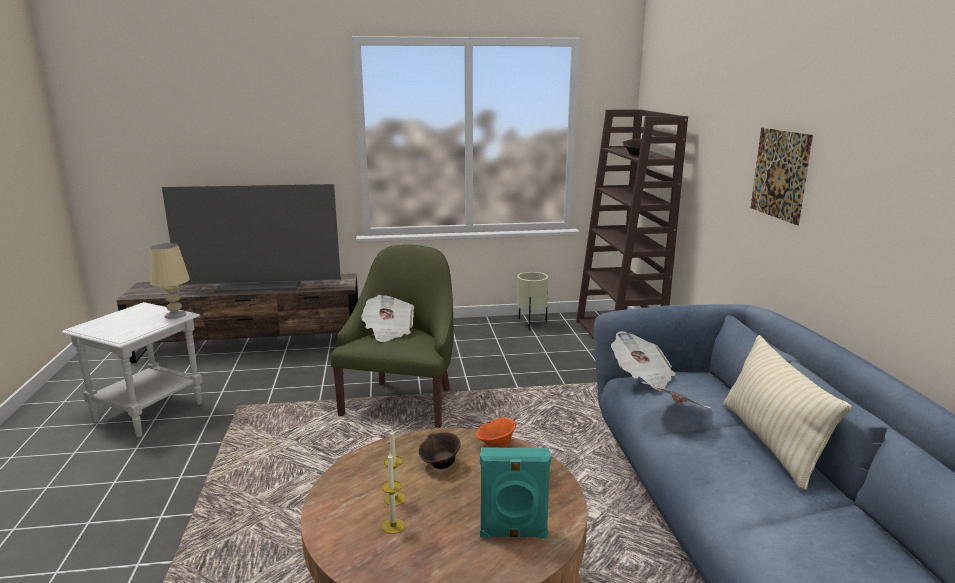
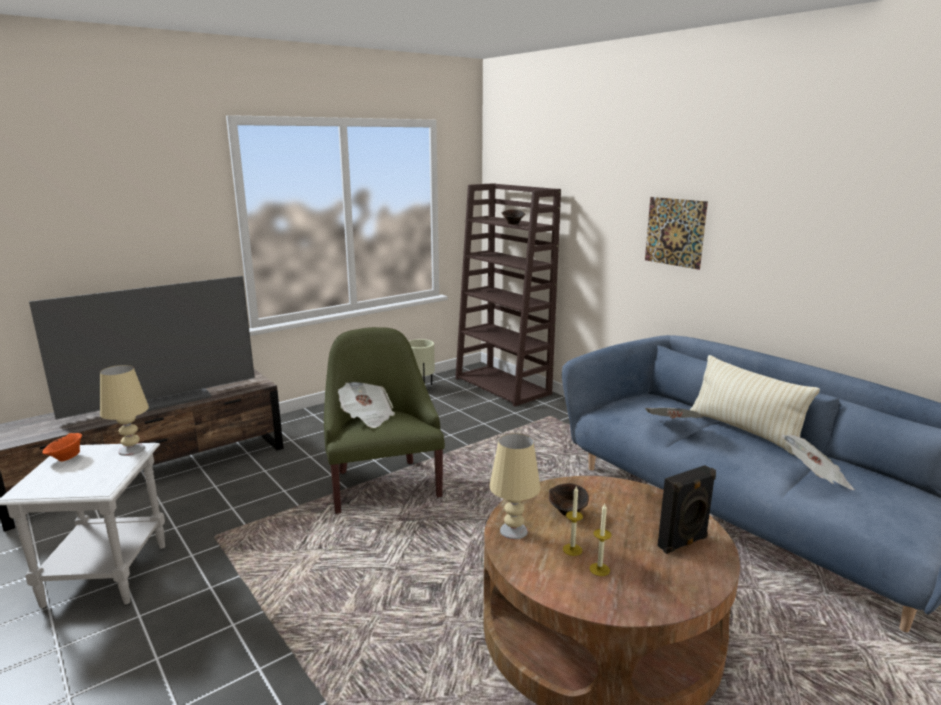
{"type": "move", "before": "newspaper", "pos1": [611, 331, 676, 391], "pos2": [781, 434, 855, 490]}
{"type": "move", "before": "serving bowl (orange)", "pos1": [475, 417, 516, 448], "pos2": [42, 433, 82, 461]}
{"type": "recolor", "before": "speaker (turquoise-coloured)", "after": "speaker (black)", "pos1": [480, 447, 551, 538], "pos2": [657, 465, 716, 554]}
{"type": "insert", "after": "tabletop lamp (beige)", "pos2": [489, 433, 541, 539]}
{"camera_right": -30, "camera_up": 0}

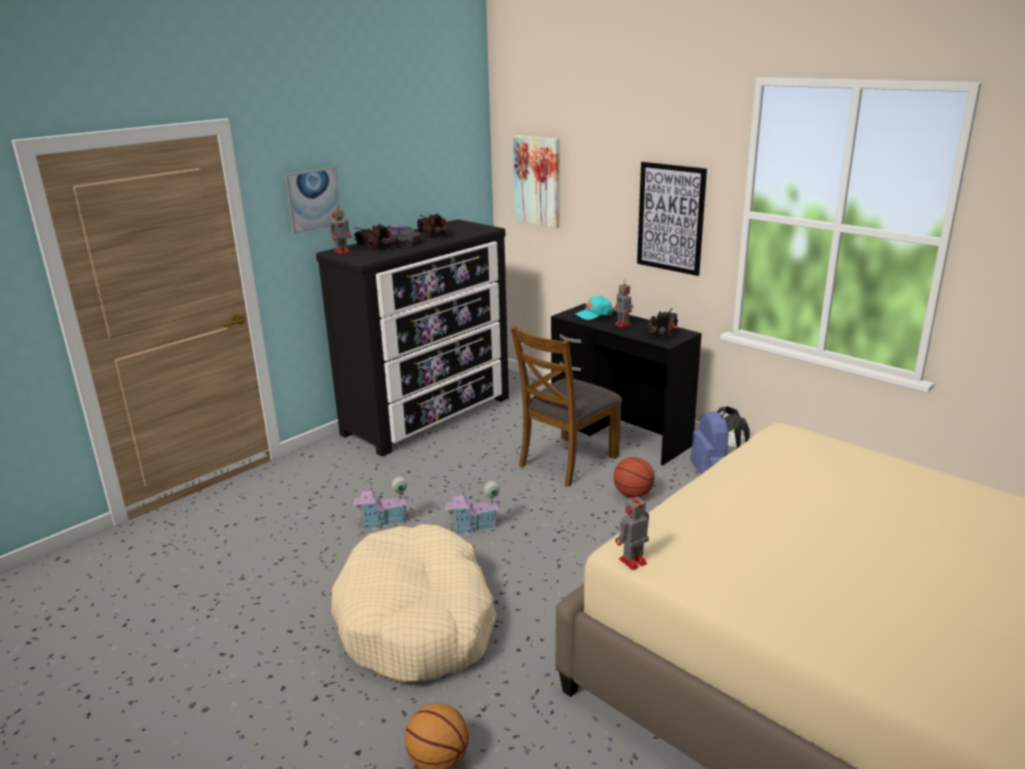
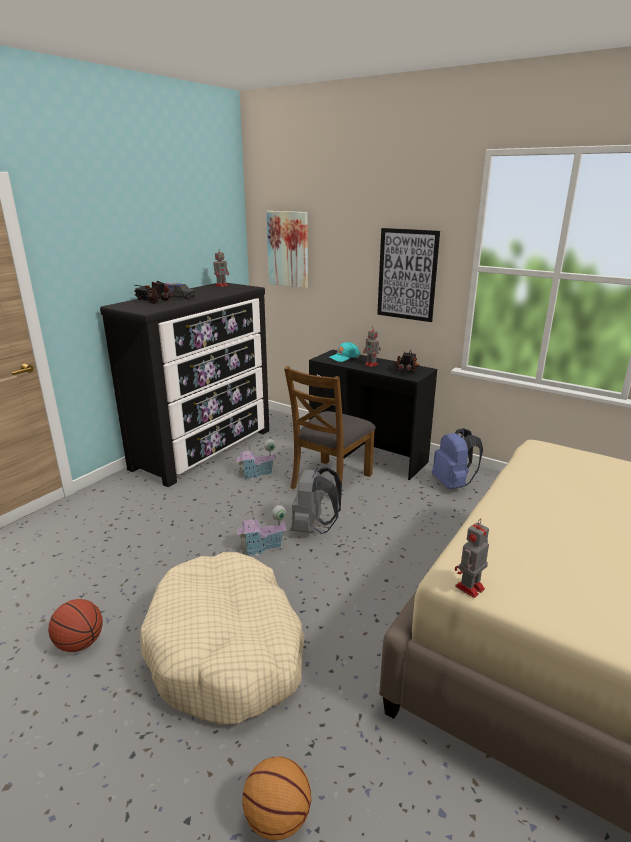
{"type": "delete", "before": "wall art", "pos1": [284, 167, 340, 233]}
{"type": "move", "before": "toy robot", "pos1": [329, 204, 351, 254], "pos2": [214, 248, 229, 287]}
{"type": "delete", "before": "toy lorry", "pos1": [416, 213, 449, 237]}
{"type": "move", "before": "basketball", "pos1": [613, 457, 655, 498], "pos2": [48, 599, 103, 652]}
{"type": "move", "before": "model house", "pos1": [353, 477, 409, 530], "pos2": [236, 439, 276, 480]}
{"type": "insert", "after": "backpack (gray)", "pos2": [291, 467, 342, 534]}
{"camera_right": -10, "camera_up": 0}

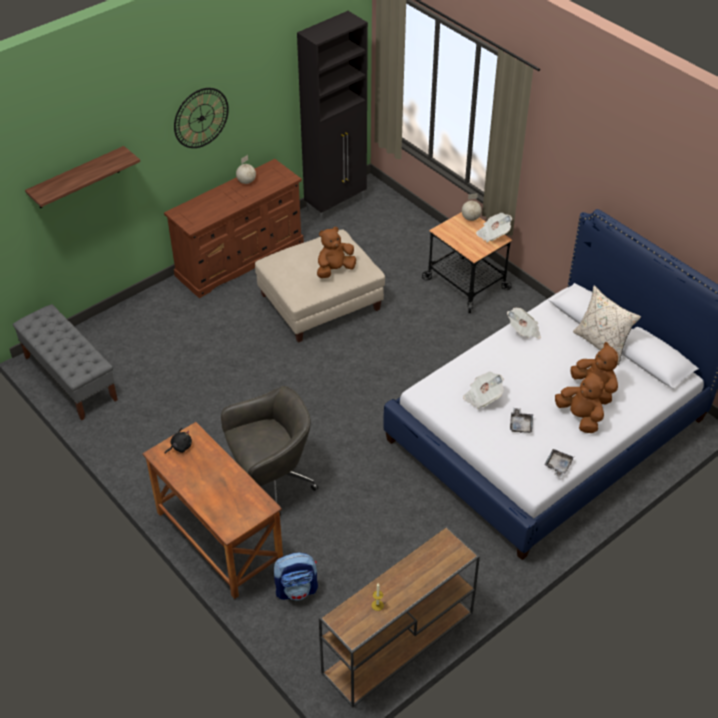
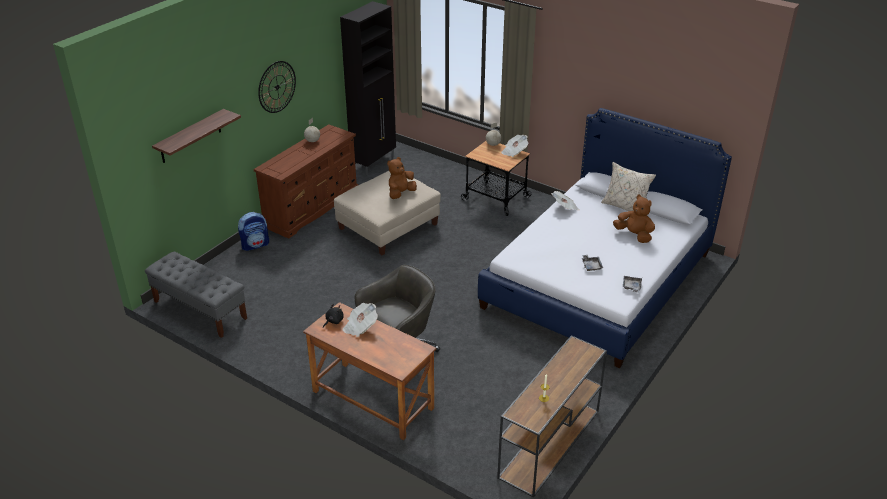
{"type": "delete", "before": "cuddly toy (brown-coloured)", "pos1": [555, 370, 604, 433]}
{"type": "move", "before": "newspaper", "pos1": [463, 371, 504, 409], "pos2": [342, 303, 378, 337]}
{"type": "move", "before": "backpack", "pos1": [274, 552, 318, 600], "pos2": [238, 212, 269, 251]}
{"camera_right": -15, "camera_up": -10}

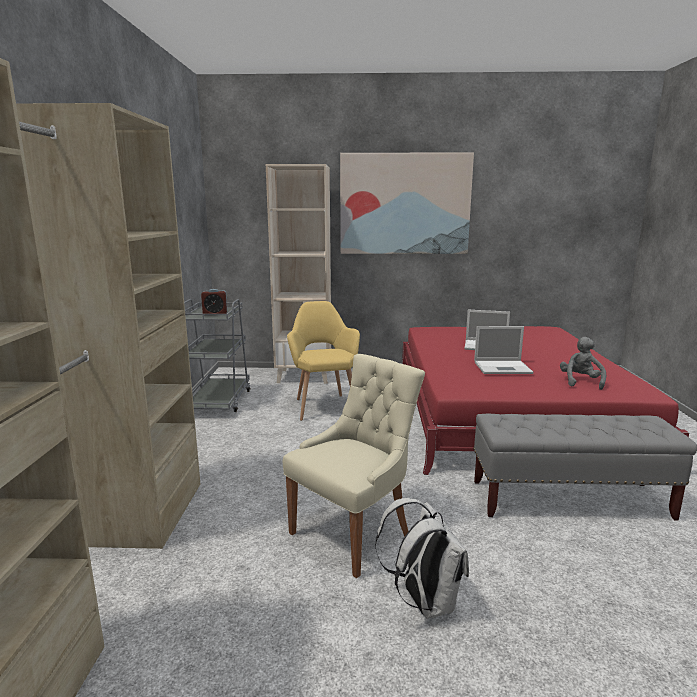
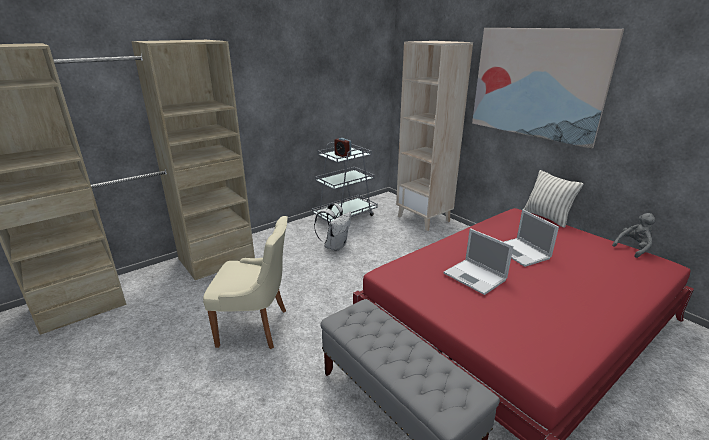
{"type": "delete", "before": "lounge chair (yellowish)", "pos1": [287, 301, 360, 421]}
{"type": "move", "before": "cuddly toy (gray)", "pos1": [560, 337, 606, 390], "pos2": [612, 213, 655, 258]}
{"type": "move", "before": "backpack (whitish)", "pos1": [375, 498, 469, 619], "pos2": [314, 203, 351, 251]}
{"type": "insert", "after": "cushion", "pos2": [523, 170, 583, 227]}
{"camera_right": 50, "camera_up": 10}

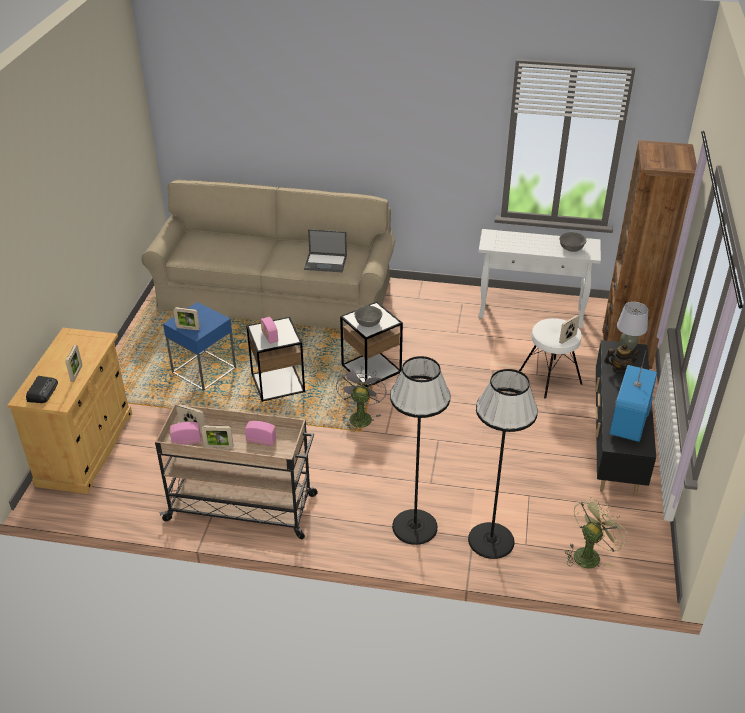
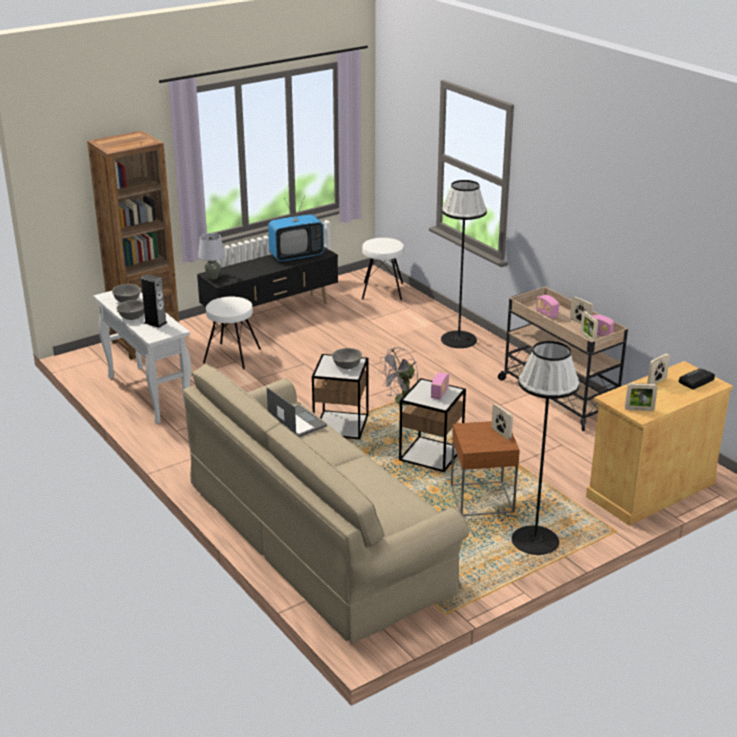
{"type": "recolor", "before": "side table (blue-coloured)", "after": "side table (brown-coloured)", "pos1": [163, 302, 236, 391], "pos2": [451, 421, 520, 516]}
{"type": "move", "before": "standing frame", "pos1": [559, 315, 580, 344], "pos2": [625, 383, 658, 411]}
{"type": "delete", "before": "pot for tea", "pos1": [604, 344, 640, 373]}
{"type": "move", "before": "floor lamp (black)", "pos1": [468, 369, 538, 559], "pos2": [512, 341, 580, 555]}
{"type": "replace", "before": "electric fan (green)", "after": "stool (whitish)", "pos1": [565, 497, 628, 568], "pos2": [362, 238, 404, 300]}
{"type": "insert", "after": "speaker", "pos2": [141, 274, 168, 328]}
{"type": "insert", "after": "serving bowl (gray)", "pos2": [116, 300, 144, 320]}
{"camera_right": -135, "camera_up": -10}

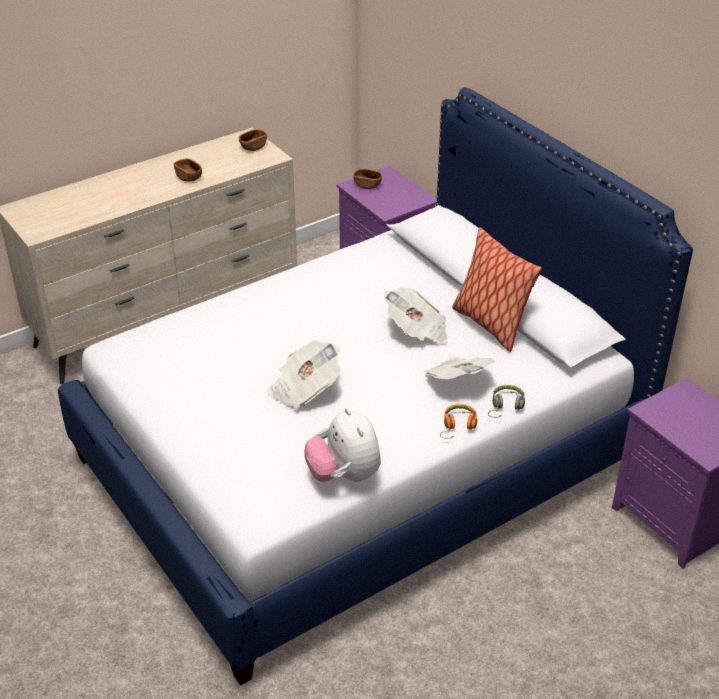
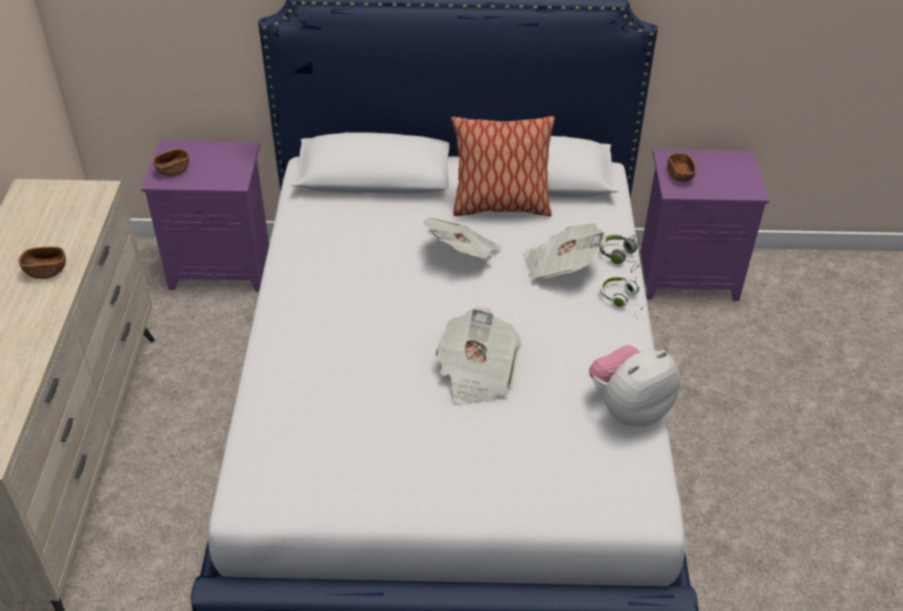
{"type": "move", "before": "serving bowl (brown-coloured)", "pos1": [239, 129, 267, 151], "pos2": [667, 153, 696, 182]}
{"type": "recolor", "before": "pair of headphones (orange)", "after": "pair of headphones (whitish)", "pos1": [440, 404, 477, 439], "pos2": [600, 276, 643, 316]}
{"type": "rotate", "before": "cuddly toy", "pos1": [304, 408, 381, 482], "pos2": [589, 345, 680, 426], "turn": 135}
{"camera_right": -55, "camera_up": 5}

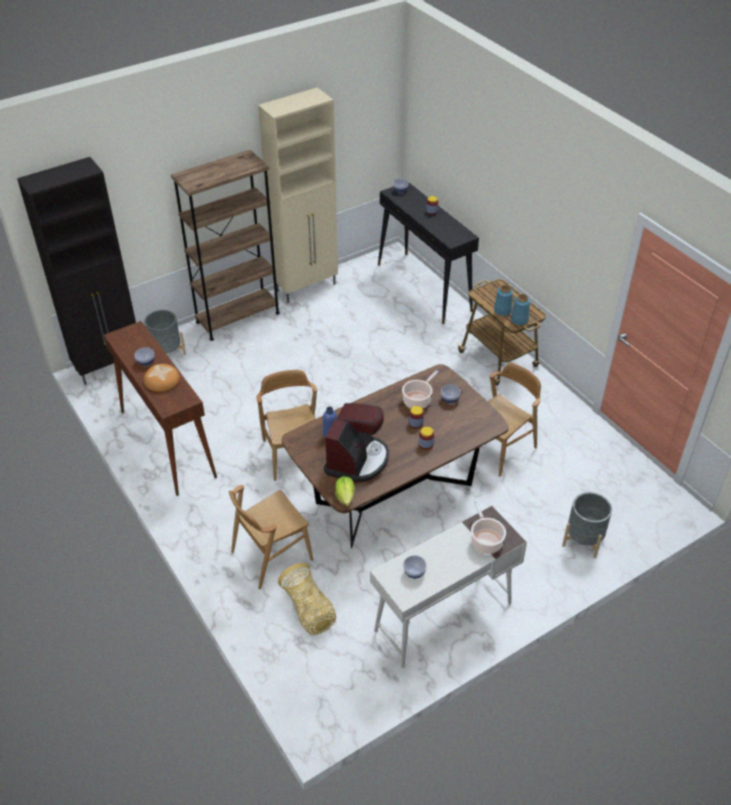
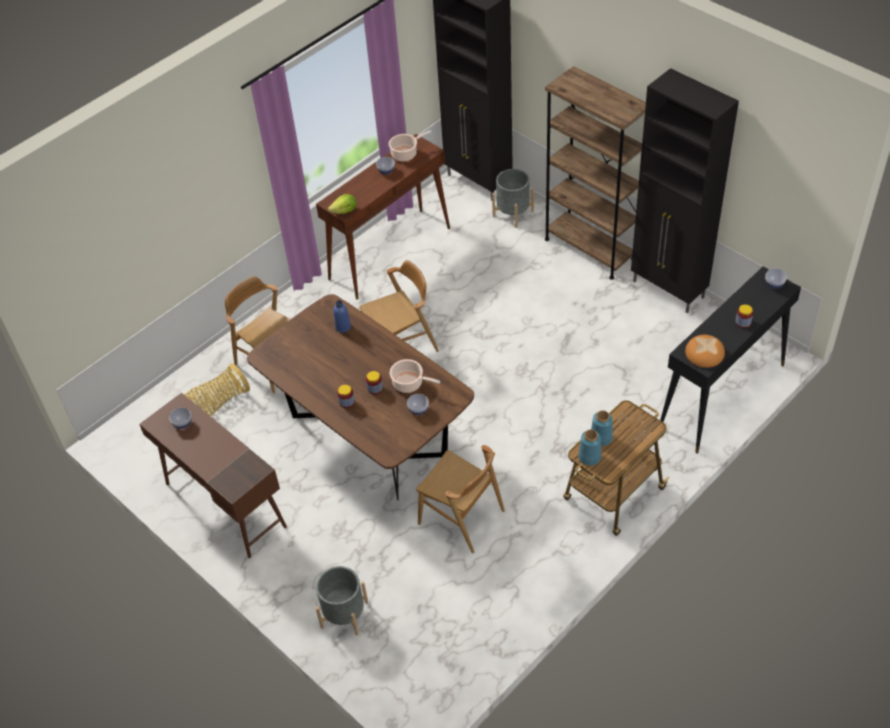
{"type": "recolor", "before": "cupboard (beige)", "after": "cupboard (black)", "pos1": [258, 87, 338, 303], "pos2": [631, 68, 739, 313]}
{"type": "move", "before": "bakery bread", "pos1": [144, 364, 180, 392], "pos2": [685, 335, 725, 368]}
{"type": "delete", "before": "coffee machine", "pos1": [324, 403, 389, 482]}
{"type": "move", "before": "lettuce head", "pos1": [335, 476, 355, 506], "pos2": [328, 194, 357, 214]}
{"type": "move", "before": "saucepot", "pos1": [471, 501, 506, 554], "pos2": [389, 130, 432, 162]}
{"type": "recolor", "before": "desk table (whitish)", "after": "desk table (brown-coloured)", "pos1": [370, 506, 527, 668], "pos2": [139, 393, 287, 558]}
{"camera_right": 80, "camera_up": 5}

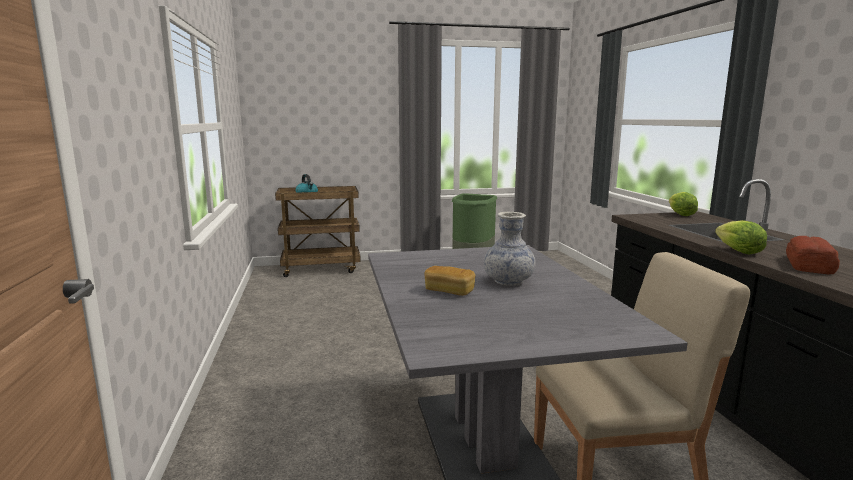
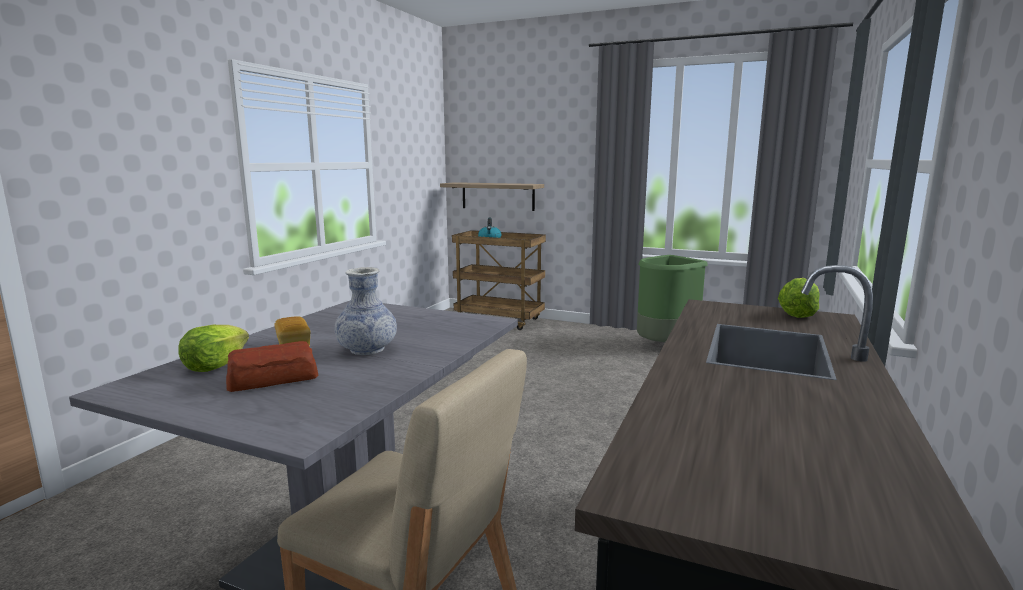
{"type": "move", "before": "lettuce head", "pos1": [715, 220, 767, 255], "pos2": [178, 325, 249, 372]}
{"type": "move", "before": "bakery bread", "pos1": [786, 236, 840, 274], "pos2": [226, 341, 318, 392]}
{"type": "insert", "after": "bracket shelf", "pos2": [440, 182, 544, 211]}
{"camera_right": 35, "camera_up": 0}

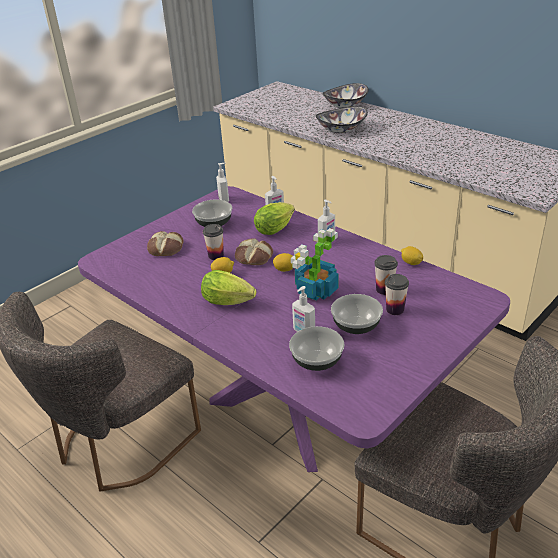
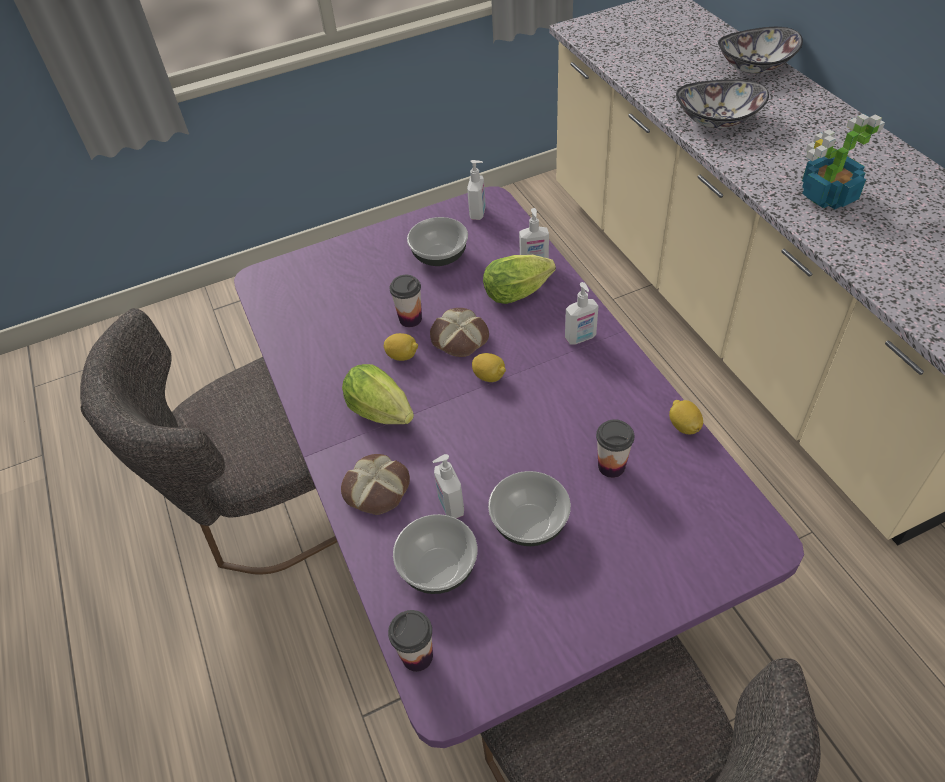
{"type": "move", "before": "potted plant", "pos1": [291, 228, 339, 300], "pos2": [802, 114, 885, 209]}
{"type": "move", "before": "bakery bread", "pos1": [147, 231, 184, 256], "pos2": [341, 454, 410, 515]}
{"type": "move", "before": "small cup", "pos1": [385, 274, 409, 315], "pos2": [388, 610, 433, 672]}
{"camera_right": 25, "camera_up": 15}

